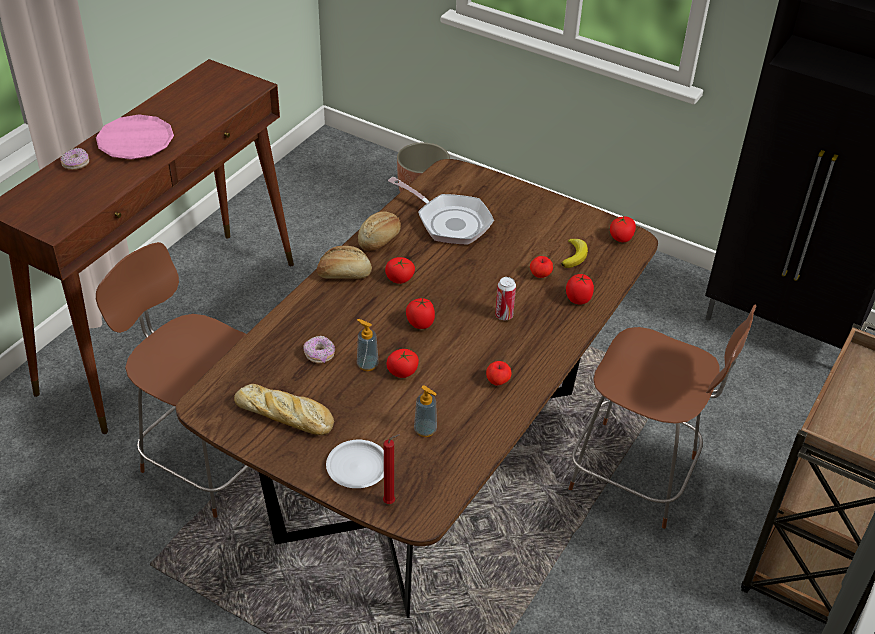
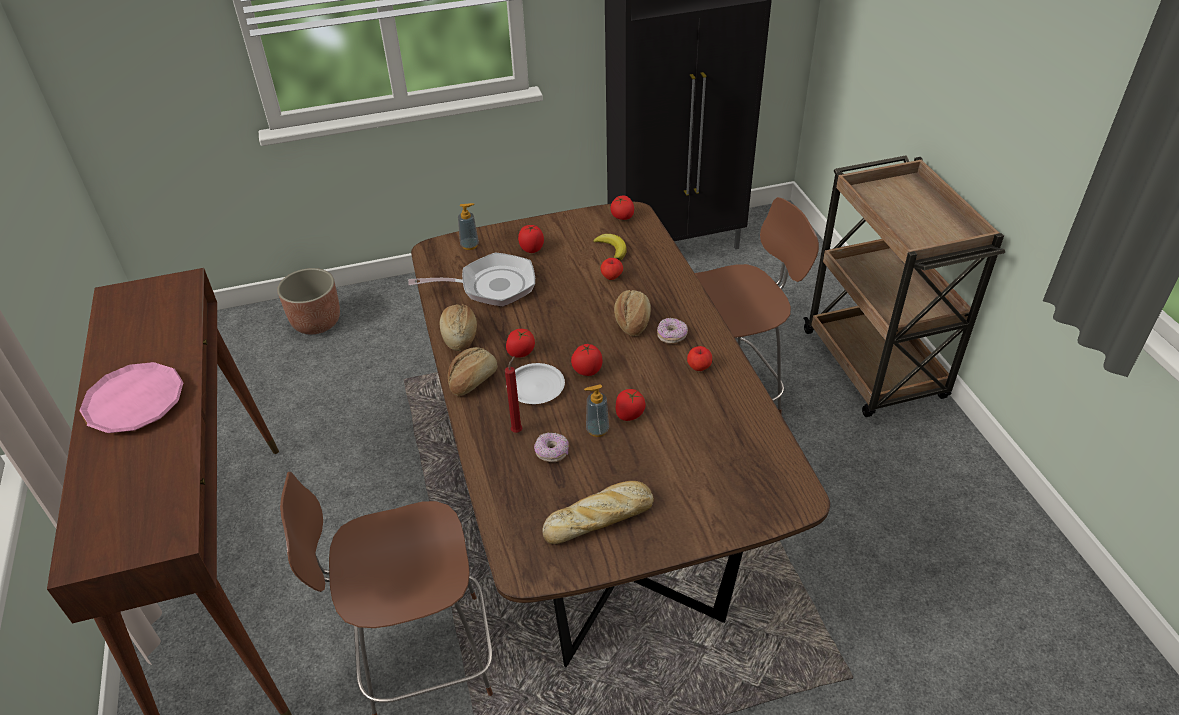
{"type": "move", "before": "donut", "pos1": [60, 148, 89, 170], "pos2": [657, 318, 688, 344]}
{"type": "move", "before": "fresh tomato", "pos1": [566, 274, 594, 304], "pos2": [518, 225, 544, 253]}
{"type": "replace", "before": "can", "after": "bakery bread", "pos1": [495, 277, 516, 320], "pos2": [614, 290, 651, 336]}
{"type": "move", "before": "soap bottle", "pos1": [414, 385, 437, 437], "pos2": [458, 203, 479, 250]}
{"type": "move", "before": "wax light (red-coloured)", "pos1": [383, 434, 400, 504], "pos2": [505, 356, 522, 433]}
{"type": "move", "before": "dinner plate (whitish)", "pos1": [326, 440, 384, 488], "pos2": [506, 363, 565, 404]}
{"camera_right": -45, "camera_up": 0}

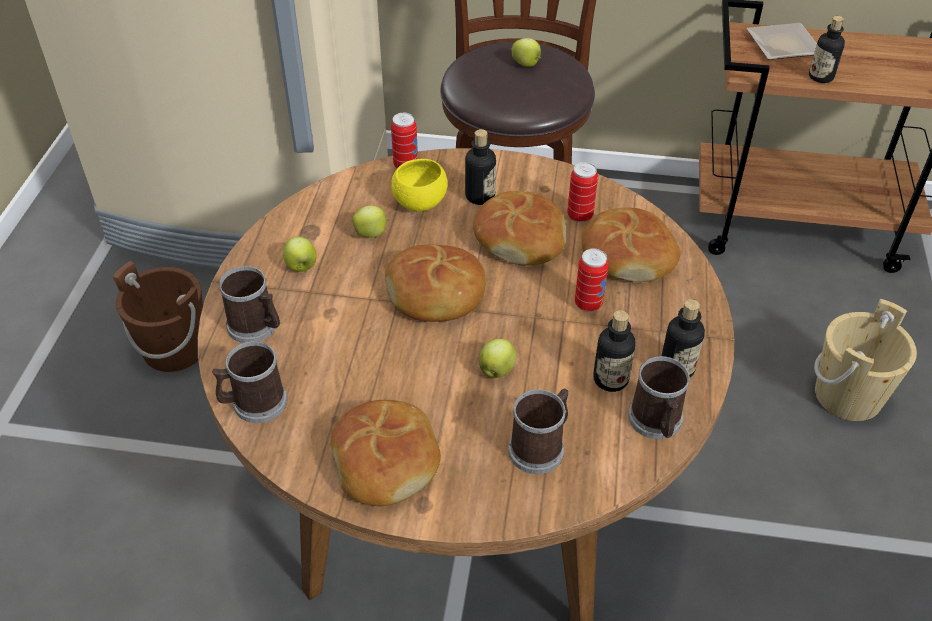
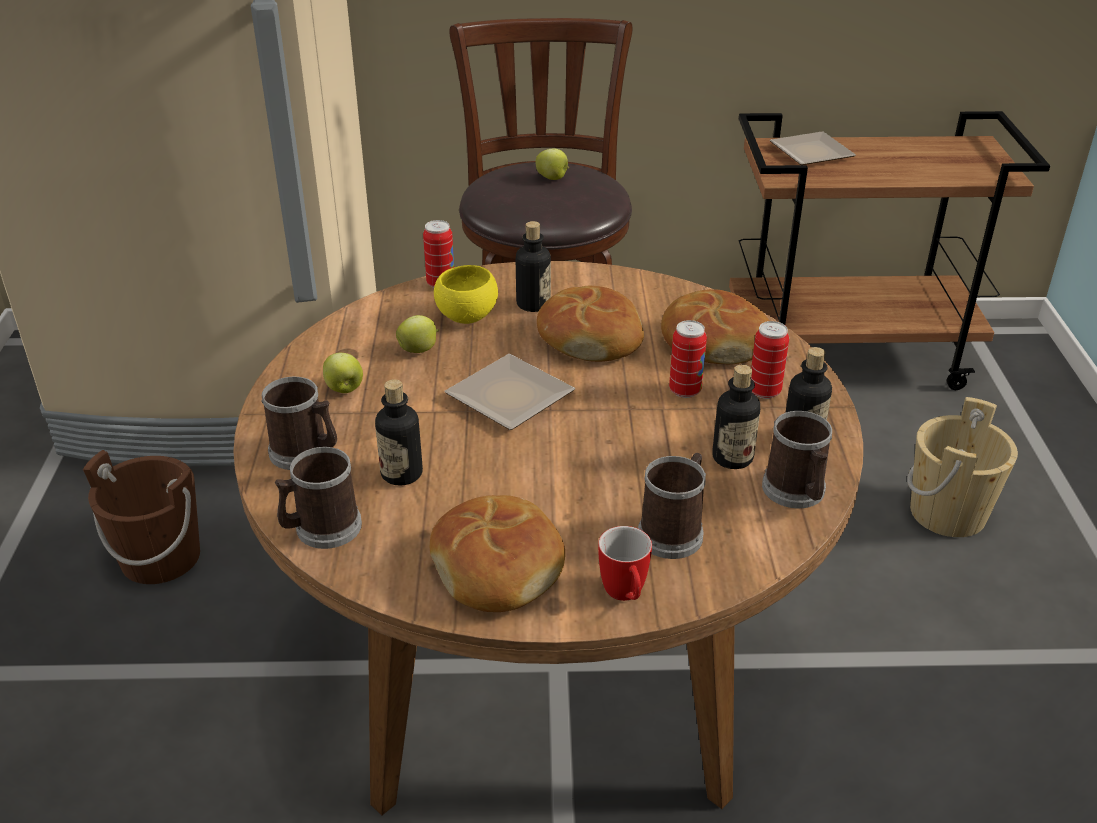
{"type": "move", "before": "bottle", "pos1": [809, 16, 845, 83], "pos2": [375, 379, 423, 486]}
{"type": "move", "before": "can", "pos1": [567, 162, 598, 223], "pos2": [751, 321, 789, 399]}
{"type": "replace", "before": "bakery bread", "after": "dinner plate", "pos1": [385, 244, 485, 322], "pos2": [444, 354, 575, 430]}
{"type": "delete", "before": "apple fruit", "pos1": [479, 339, 516, 378]}
{"type": "insert", "after": "mug", "pos2": [598, 526, 652, 601]}
{"camera_right": -10, "camera_up": -10}

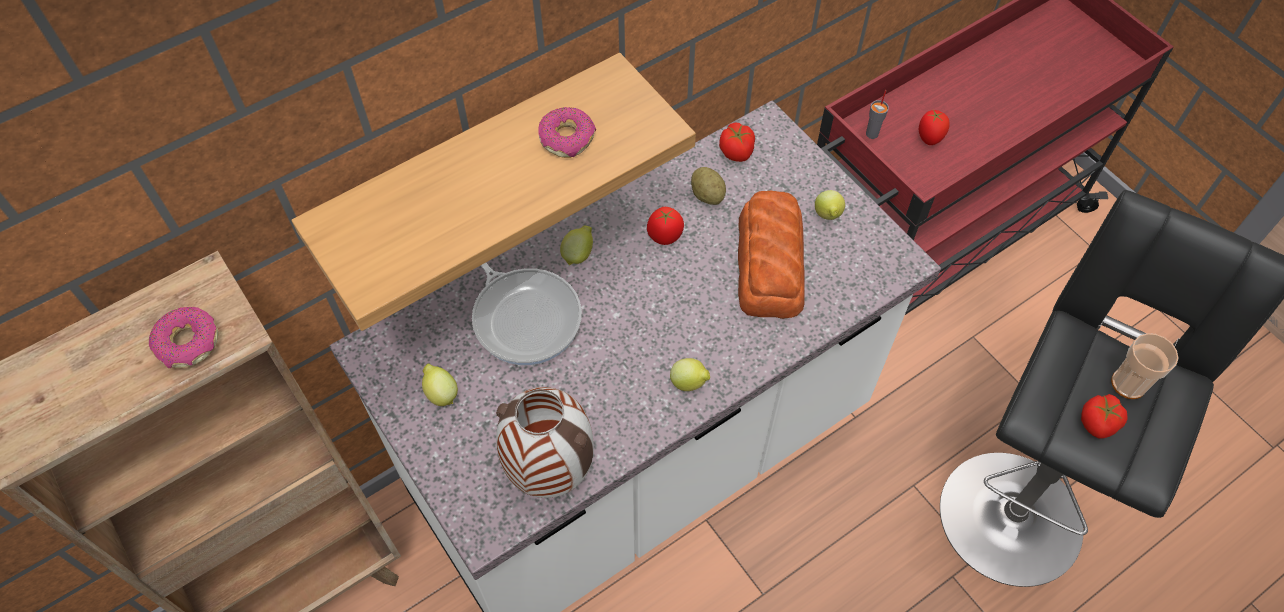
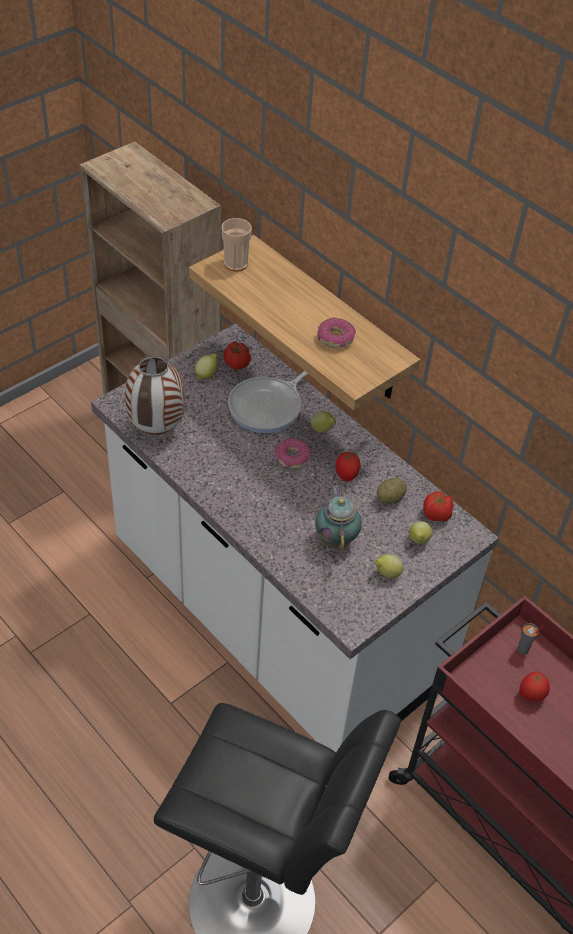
{"type": "replace", "before": "bakery bread", "after": "pot for tea", "pos1": [738, 191, 805, 319], "pos2": [315, 485, 362, 551]}
{"type": "move", "before": "donut", "pos1": [149, 307, 219, 368], "pos2": [275, 438, 311, 469]}
{"type": "move", "before": "small cup", "pos1": [1111, 333, 1178, 399], "pos2": [222, 218, 252, 272]}
{"type": "move", "before": "whole lemon", "pos1": [670, 358, 710, 391], "pos2": [409, 521, 432, 544]}
{"type": "move", "before": "fresh tomato", "pos1": [1081, 394, 1128, 439], "pos2": [223, 342, 251, 370]}
{"camera_right": 80, "camera_up": -10}

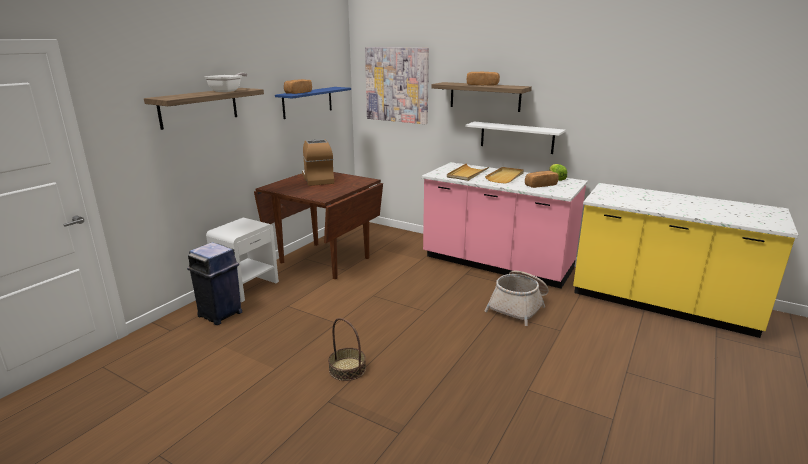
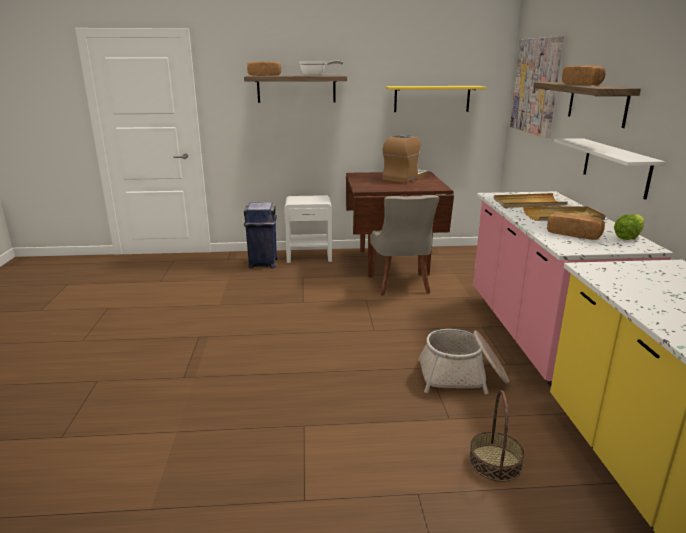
{"type": "move", "before": "bakery bread", "pos1": [284, 79, 312, 94], "pos2": [247, 62, 281, 76]}
{"type": "recolor", "before": "bracket shelf (blue-coloured)", "after": "bracket shelf (yellowish)", "pos1": [275, 87, 351, 119], "pos2": [386, 86, 487, 112]}
{"type": "move", "before": "storage basket", "pos1": [328, 318, 366, 381], "pos2": [469, 390, 524, 482]}
{"type": "insert", "after": "upright chair (gray)", "pos2": [370, 195, 440, 296]}
{"camera_right": 55, "camera_up": 0}

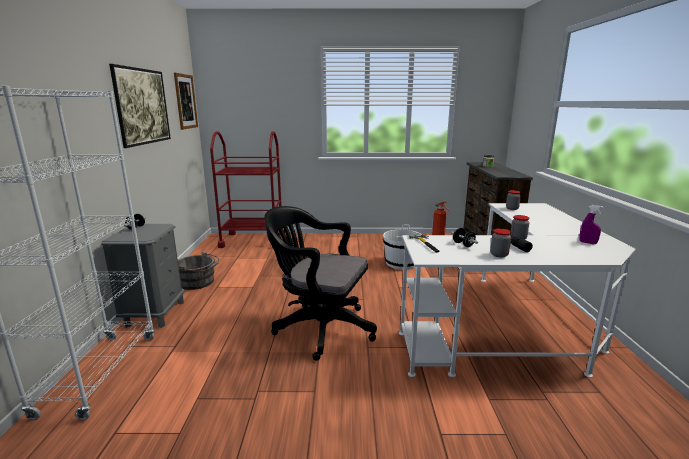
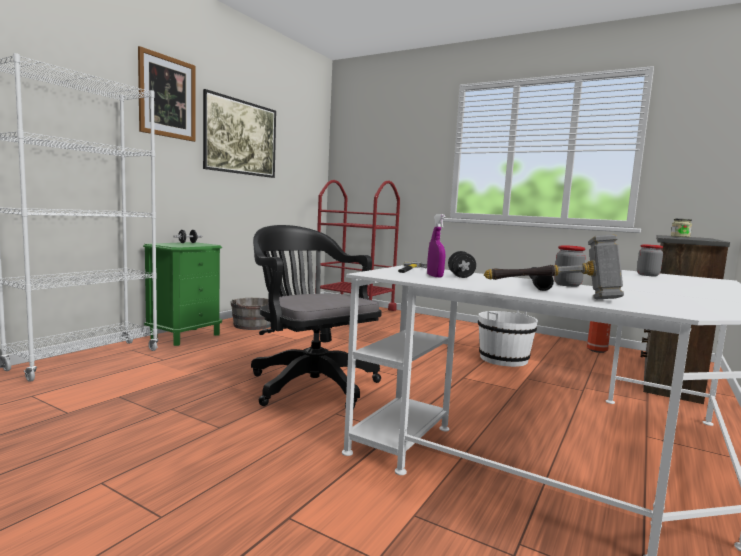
{"type": "move", "before": "wall art", "pos1": [174, 73, 198, 130], "pos2": [138, 46, 195, 142]}
{"type": "move", "before": "sprayer (purple-coloured)", "pos1": [579, 205, 603, 244], "pos2": [427, 214, 446, 277]}
{"type": "recolor", "before": "night table (gray)", "after": "night table (green)", "pos1": [101, 224, 185, 328], "pos2": [143, 242, 222, 346]}
{"type": "delete", "before": "preserve jar", "pos1": [490, 228, 511, 258]}
{"type": "insert", "after": "hand hammer", "pos2": [484, 235, 624, 299]}
{"camera_right": 30, "camera_up": -10}

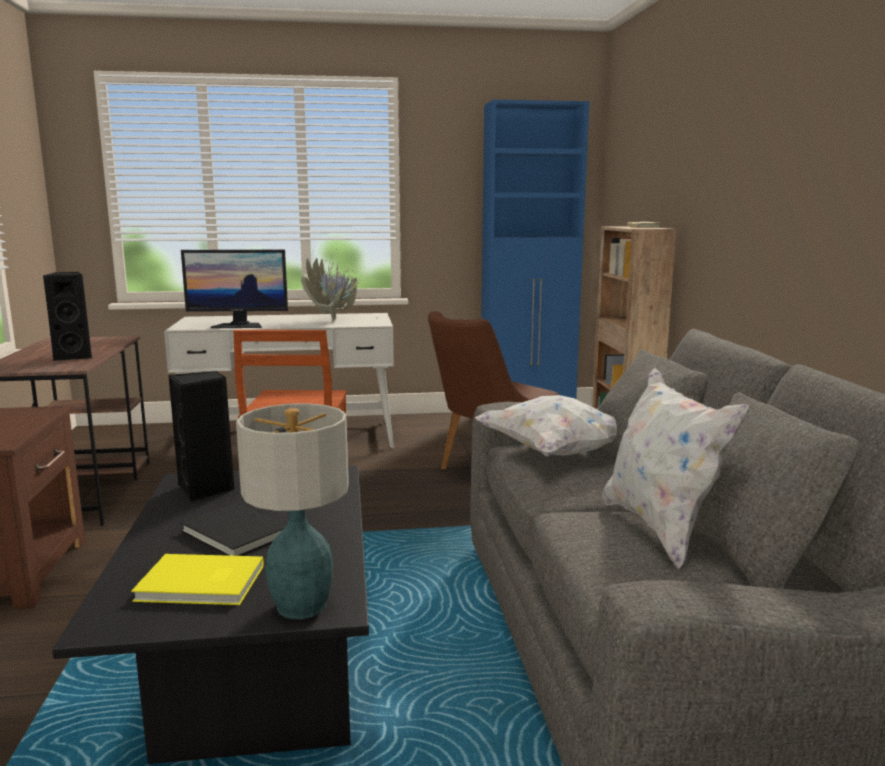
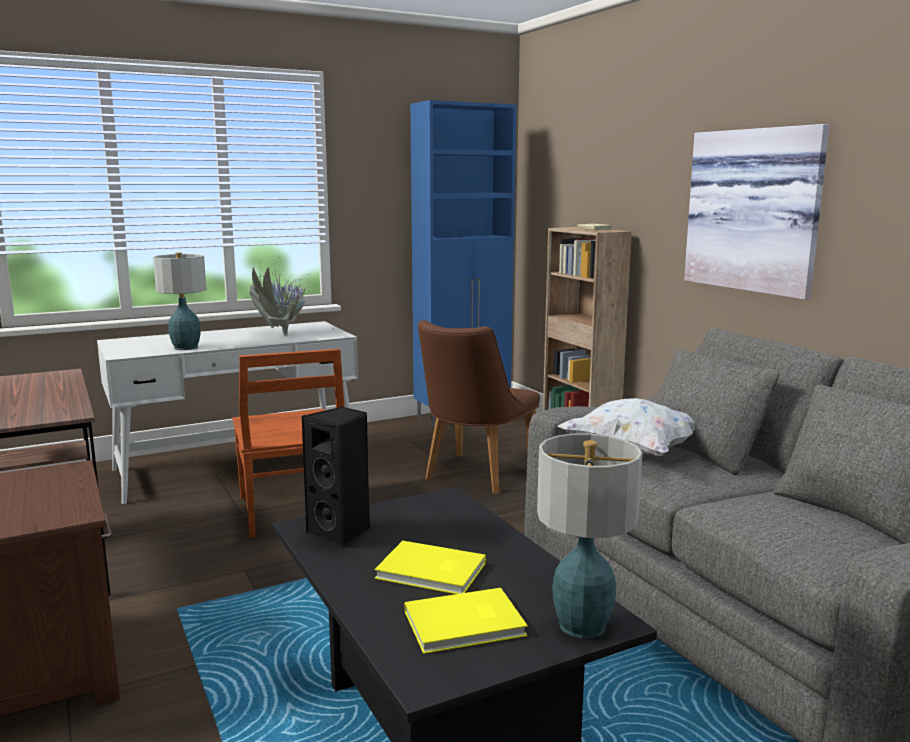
{"type": "replace", "before": "computer display", "after": "tabletop lamp", "pos1": [181, 250, 288, 328], "pos2": [153, 252, 206, 350]}
{"type": "delete", "before": "speaker (black)", "pos1": [43, 272, 92, 361]}
{"type": "delete", "before": "cushion (whitish)", "pos1": [602, 368, 749, 569]}
{"type": "recolor", "before": "volume (black)", "after": "volume (yellowish)", "pos1": [180, 503, 287, 556], "pos2": [374, 541, 486, 594]}
{"type": "insert", "after": "wall art", "pos2": [684, 124, 829, 300]}
{"camera_right": -20, "camera_up": 0}

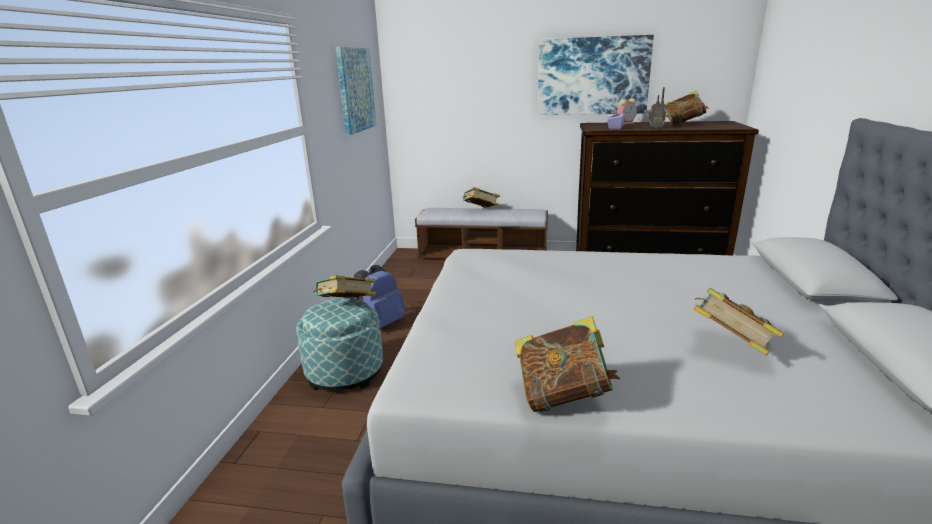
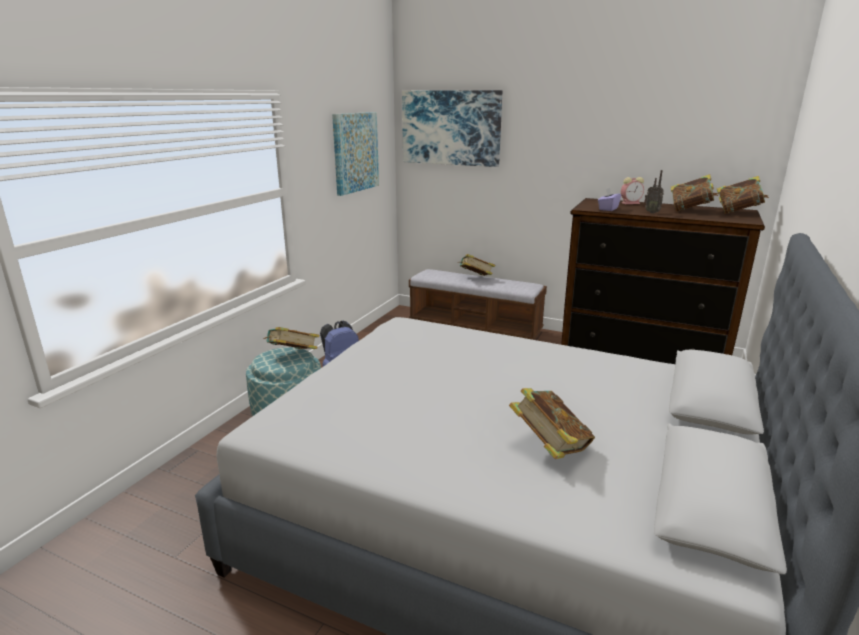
{"type": "move", "before": "wall art", "pos1": [538, 35, 654, 115], "pos2": [402, 90, 502, 167]}
{"type": "move", "before": "volume", "pos1": [515, 316, 620, 412], "pos2": [717, 176, 769, 214]}
{"camera_right": 15, "camera_up": 0}

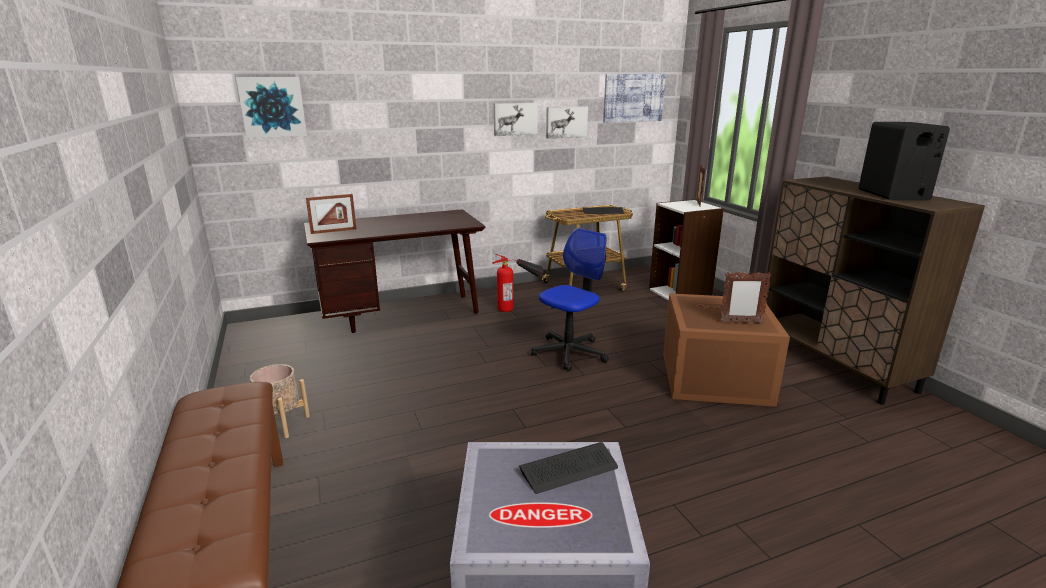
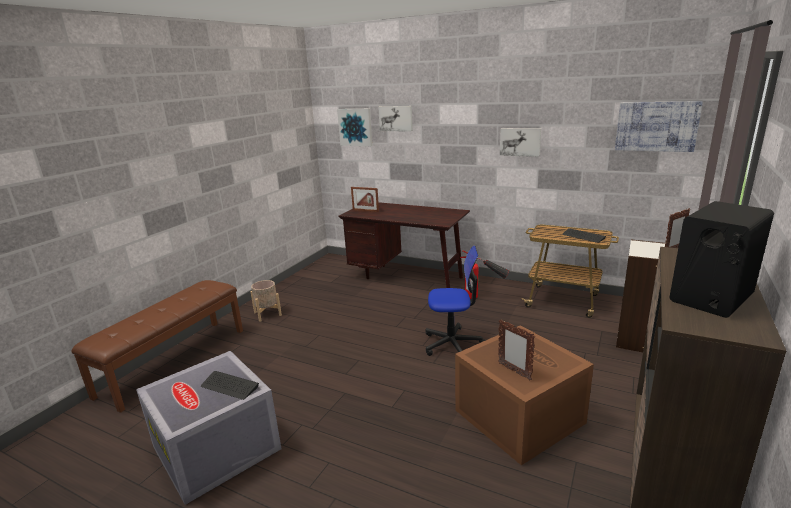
{"type": "move", "before": "wall art", "pos1": [546, 106, 588, 139], "pos2": [378, 106, 413, 131]}
{"camera_right": 50, "camera_up": 0}

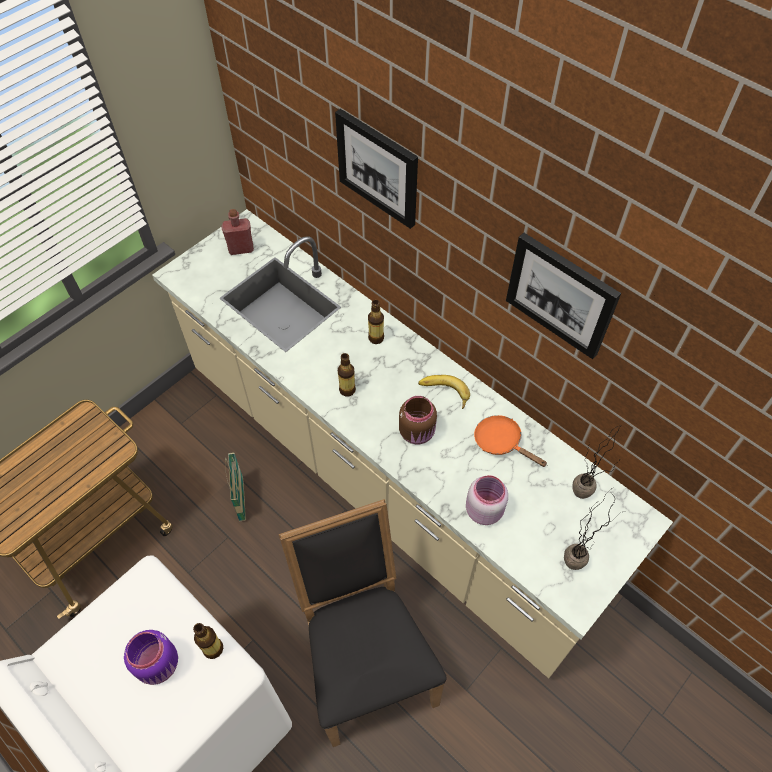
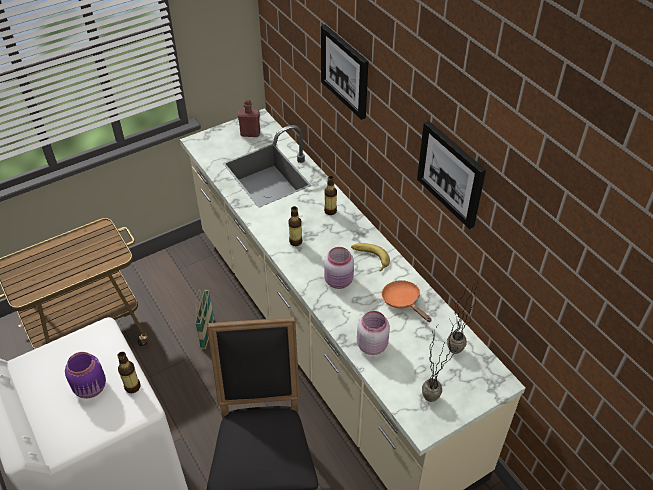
{"type": "recolor", "before": "preserve jar (brown-coloured)", "after": "preserve jar (pink-coloured)", "pos1": [399, 396, 437, 444], "pos2": [324, 247, 354, 289]}
{"camera_right": 15, "camera_up": -10}

